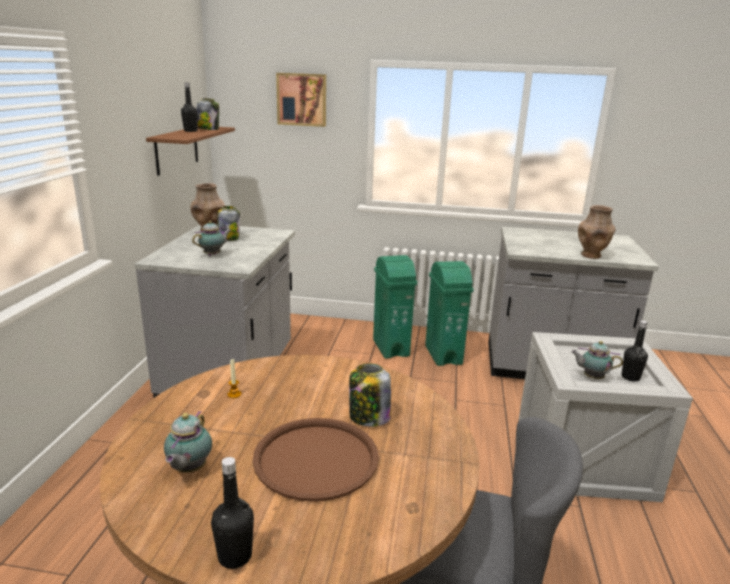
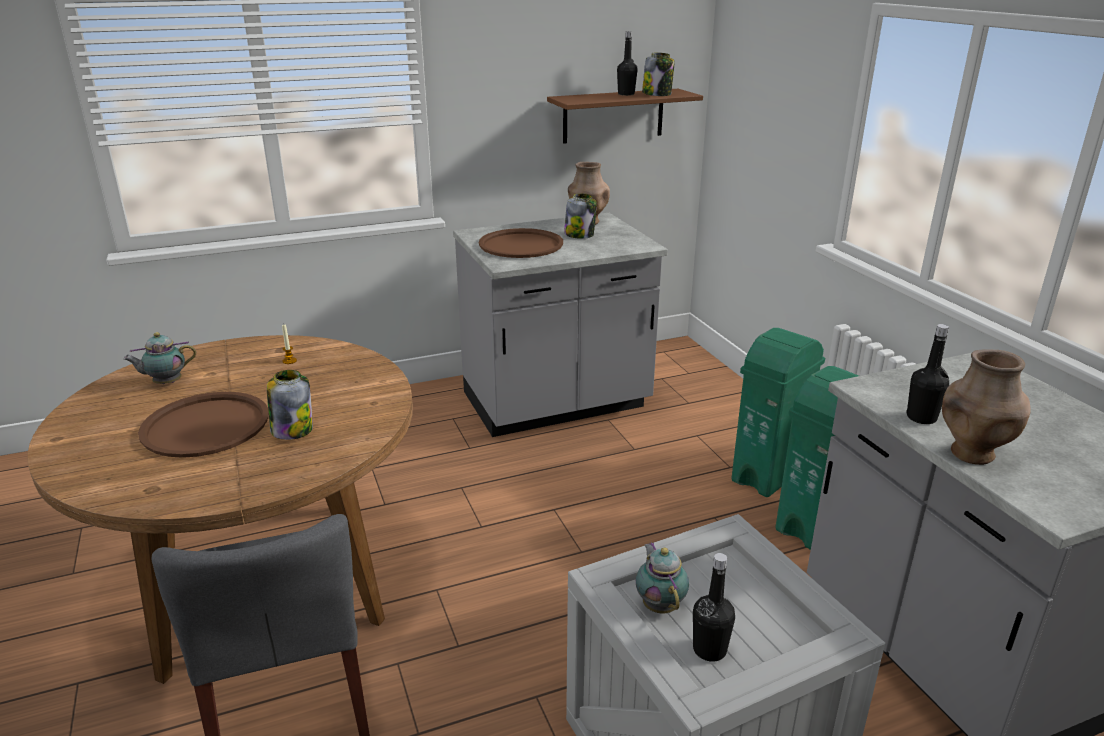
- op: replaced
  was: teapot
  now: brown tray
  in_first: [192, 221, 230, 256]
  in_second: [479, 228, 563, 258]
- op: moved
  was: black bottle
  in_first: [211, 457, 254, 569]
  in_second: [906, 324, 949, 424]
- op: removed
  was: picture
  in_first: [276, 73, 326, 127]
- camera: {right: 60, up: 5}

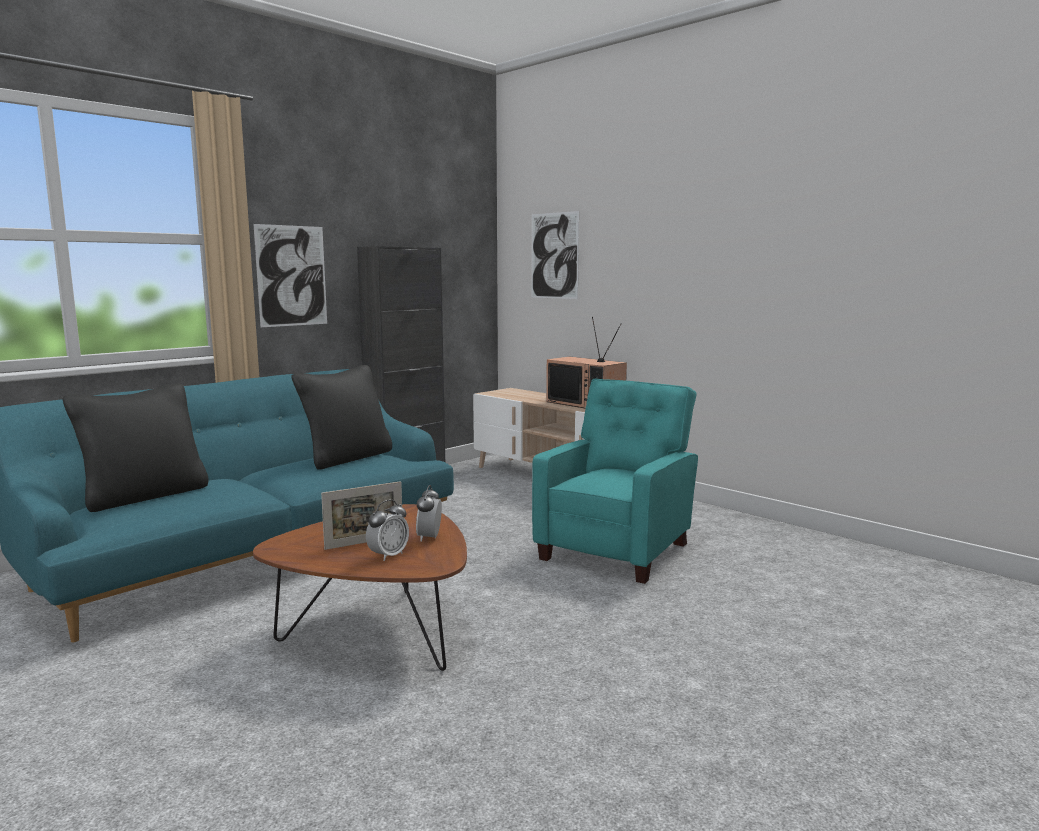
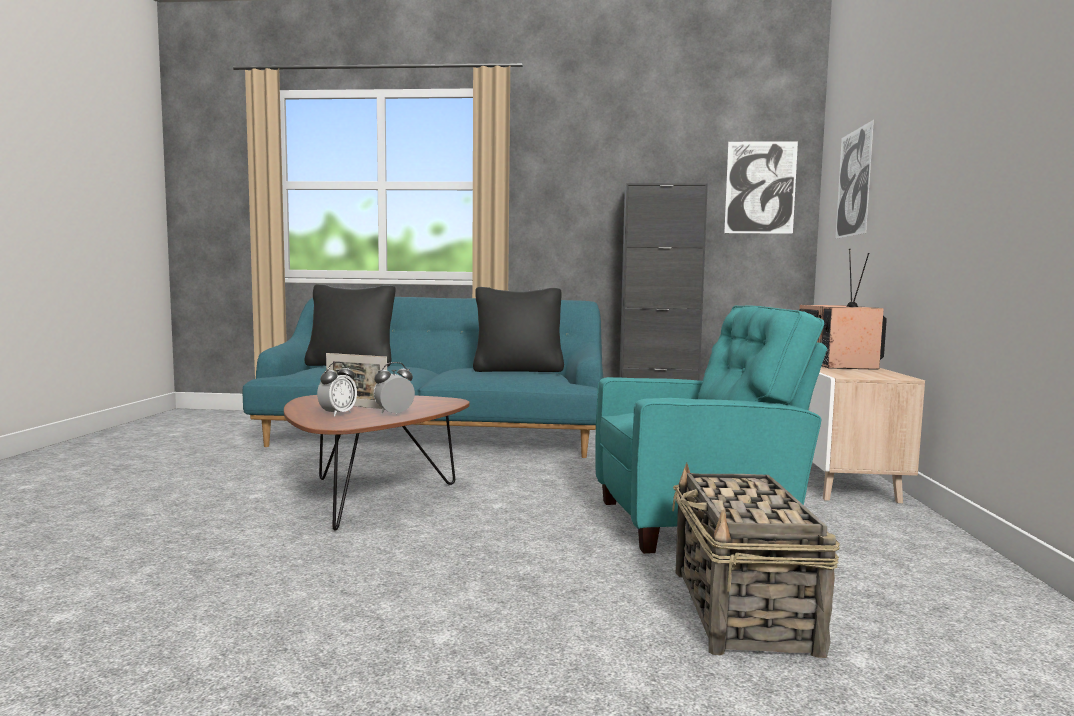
- op: moved
  was: picture
  in_first: [253, 224, 327, 327]
  in_second: [724, 141, 798, 234]
- op: turned
  was: alarm clock
  in_first: [366, 500, 409, 561]
  in_second: [317, 362, 357, 417]
  clockwise: -60
- op: added
  now: basket
  in_second: [672, 463, 840, 658]
- camera: {right: 50, up: -5}

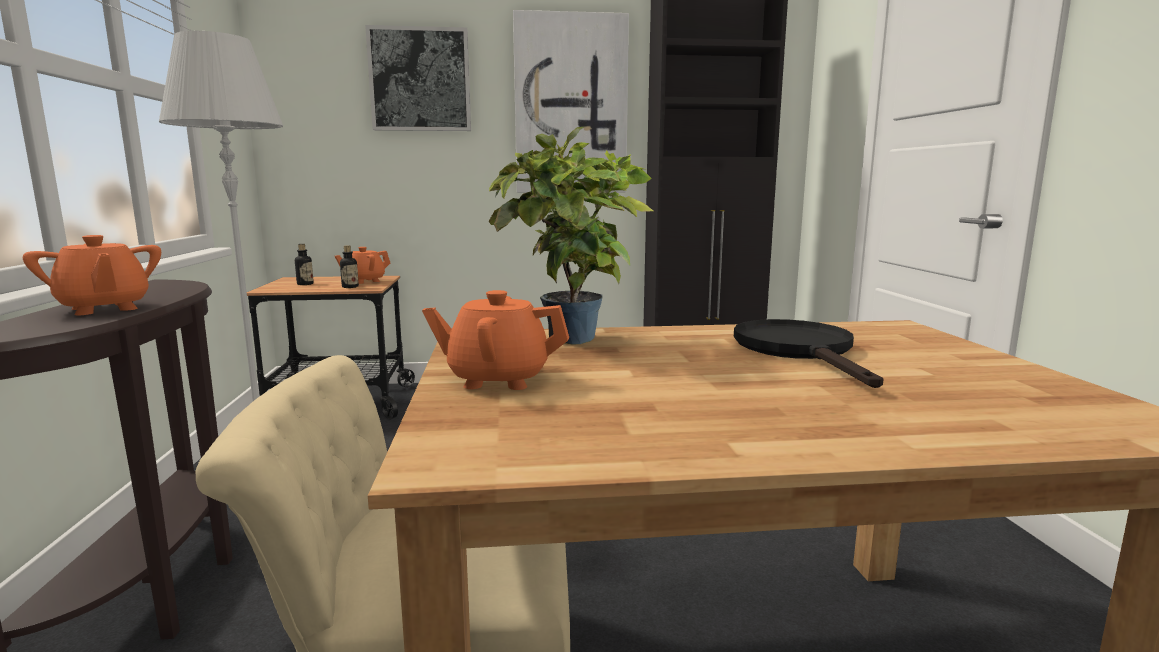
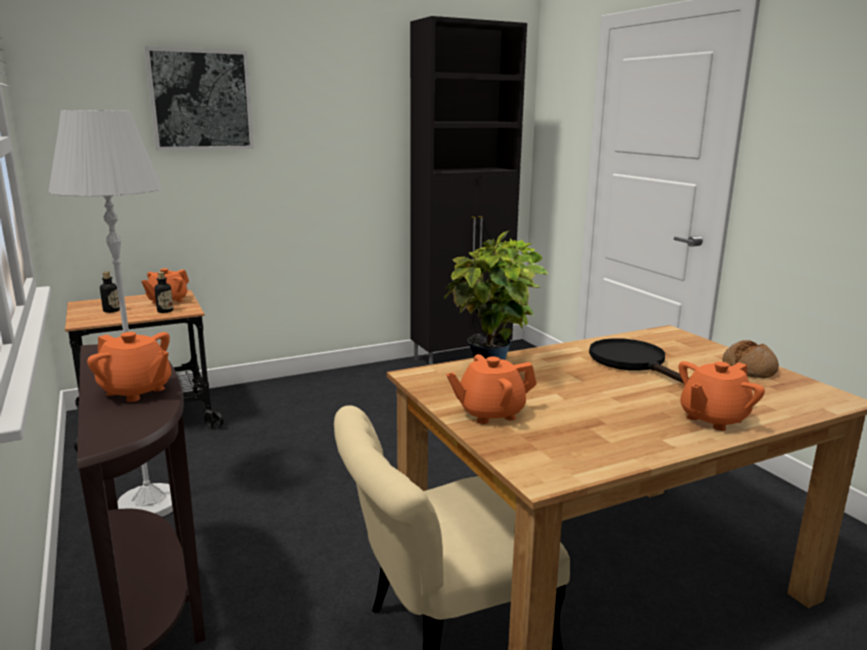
- op: removed
  was: picture
  in_first: [513, 10, 629, 193]
- op: added
  now: orange teapot
  in_second: [679, 361, 765, 431]
- op: added
  now: bread
  in_second: [723, 340, 779, 378]
- camera: {right: -20, up: 5}

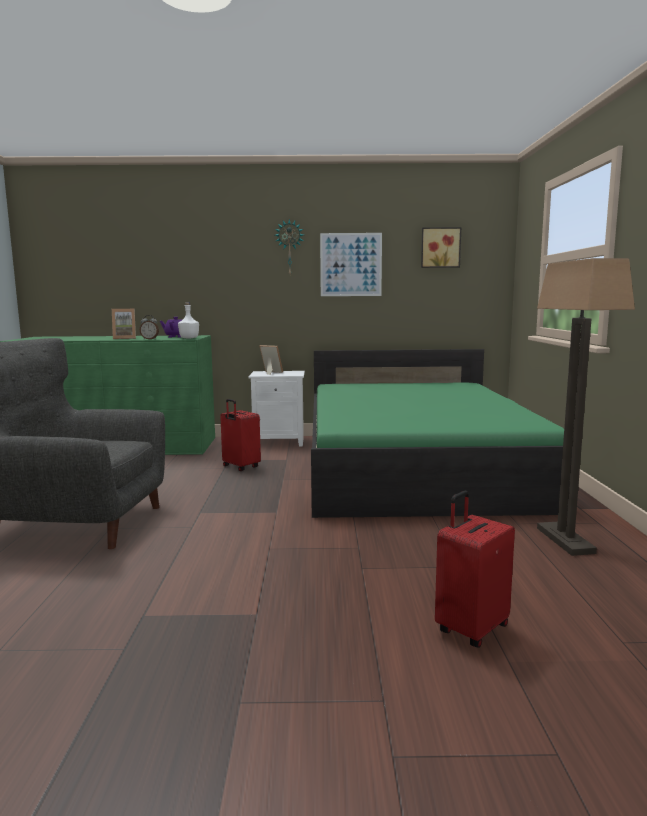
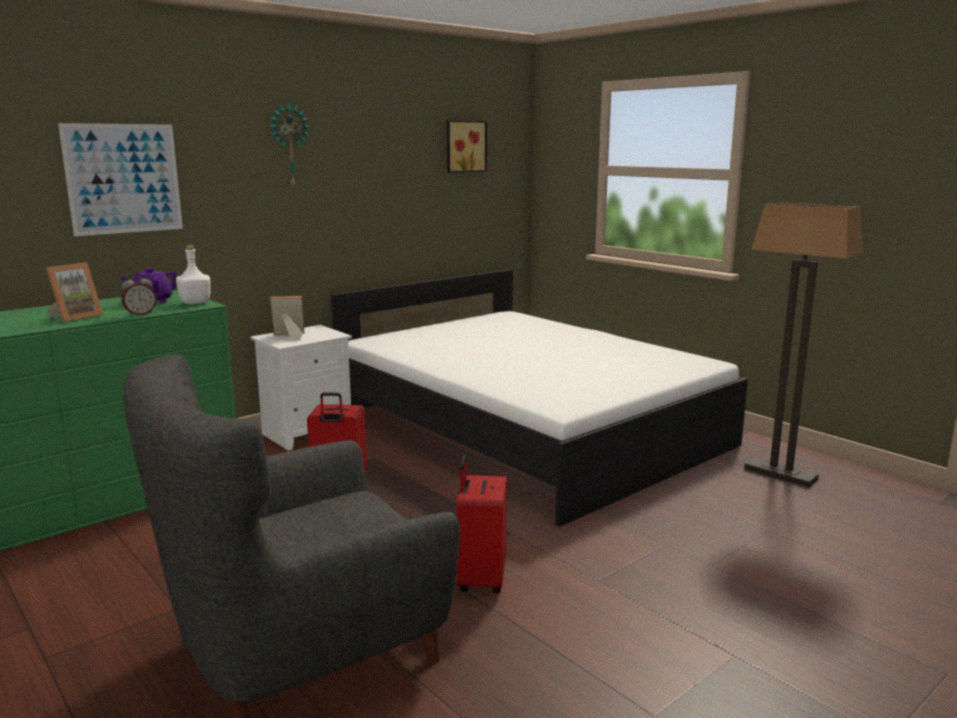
- op: recoloured
  was: green bed
  now: white bed
  in_first: [311, 349, 572, 518]
  in_second: [331, 269, 748, 527]
- op: moved
  was: picture
  in_first: [320, 233, 382, 296]
  in_second: [58, 123, 183, 236]
- op: moved
  was: red suitcase
  in_first: [435, 491, 515, 648]
  in_second: [457, 455, 507, 593]
- camera: {right: -40, up: 5}

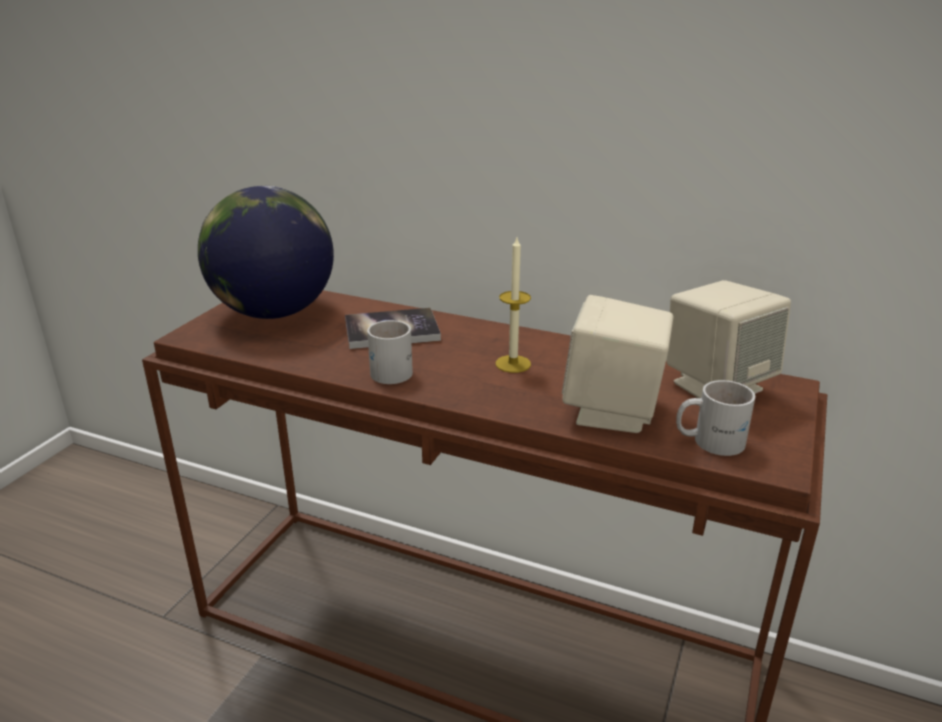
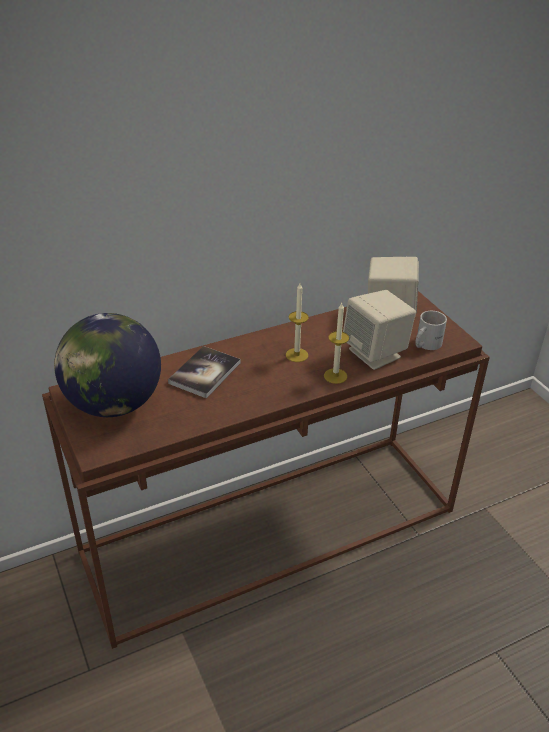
- op: removed
  was: white mug
  in_first: [367, 320, 413, 384]
- op: added
  now: candle
  in_second: [324, 303, 349, 384]
- camera: {right: -50, up: 10}

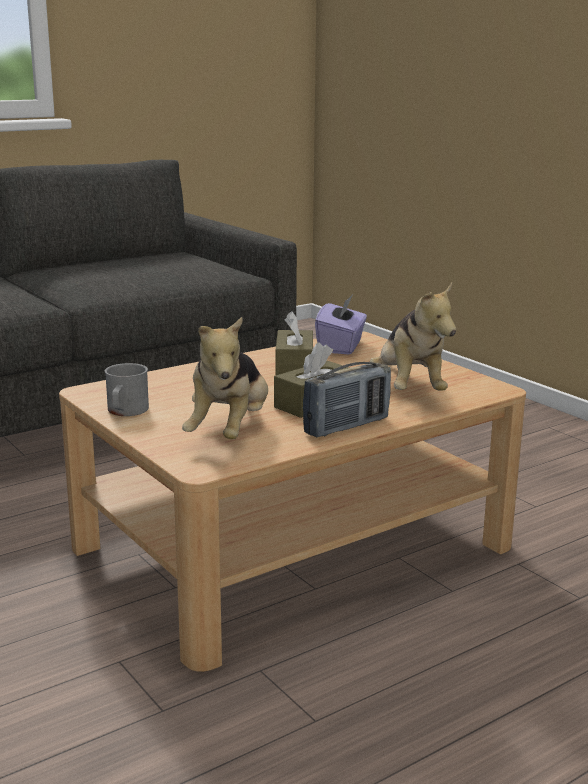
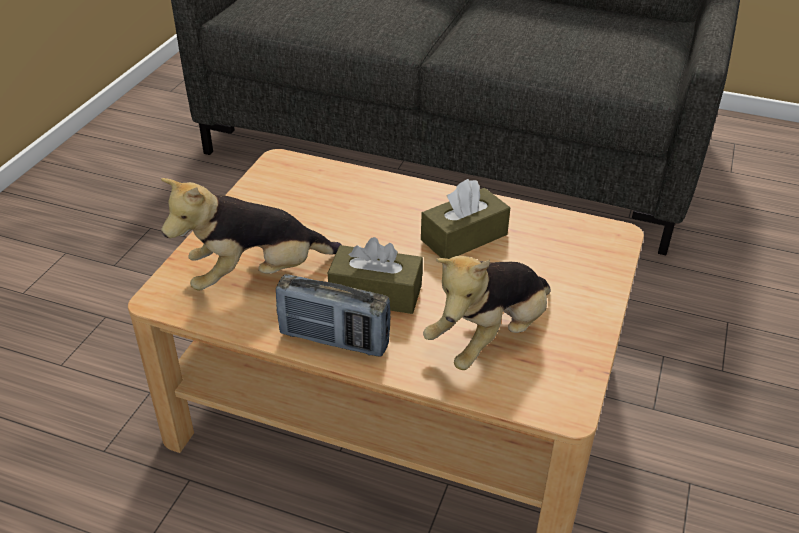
- op: removed
  was: grey mug
  in_first: [105, 363, 149, 416]
- op: removed
  was: purple tissue box
  in_first: [315, 295, 367, 355]
- camera: {right: 55, up: 20}

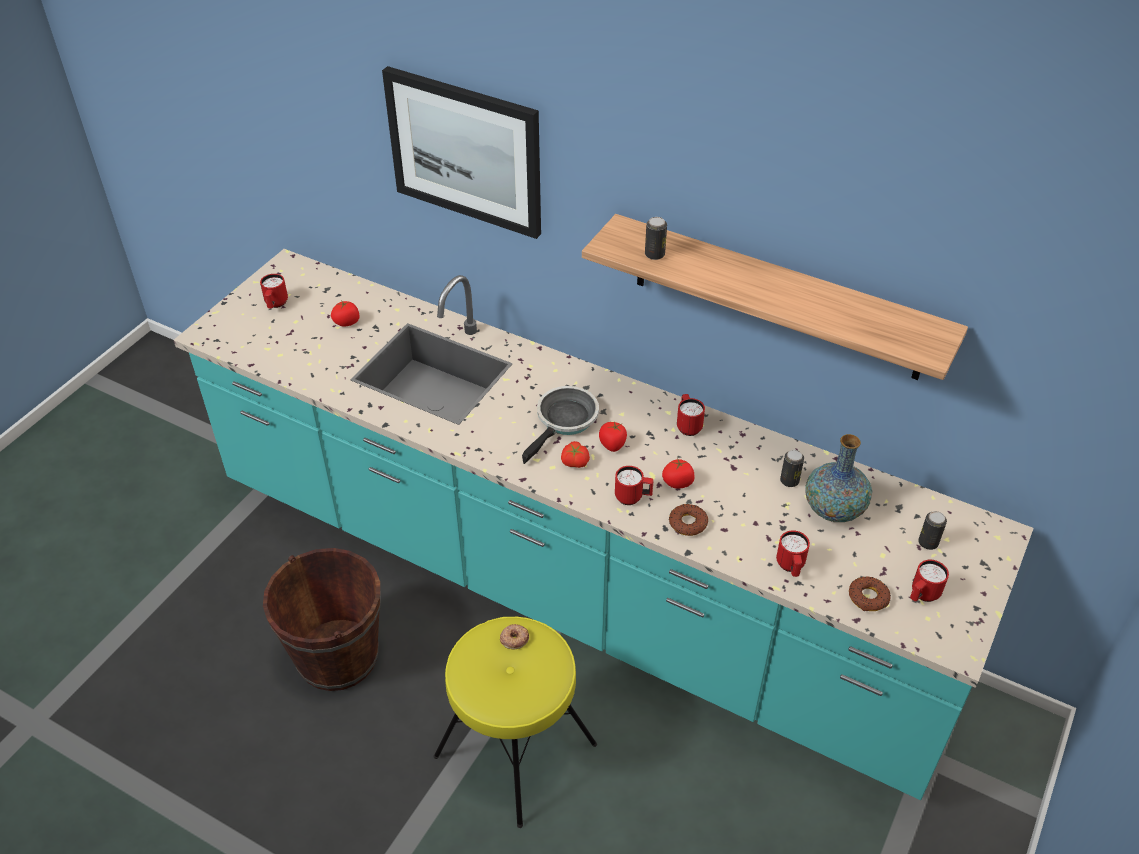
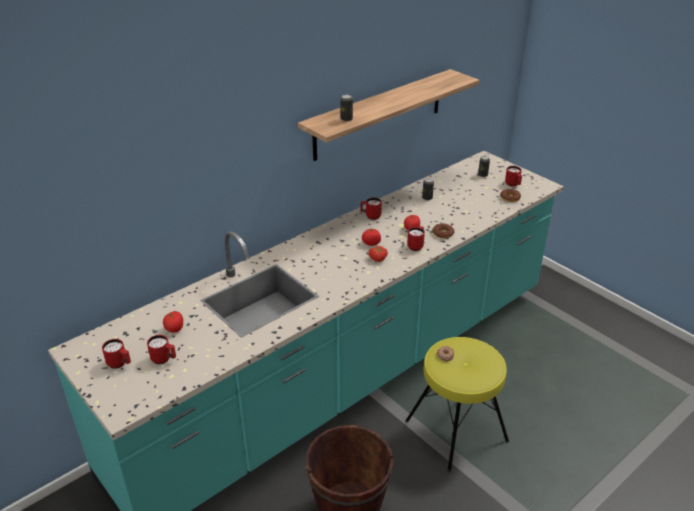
- op: removed
  was: picture
  in_first: [382, 66, 541, 239]
- op: removed
  was: frying pan
  in_first: [522, 386, 599, 464]
- op: moved
  was: red mug
  in_first: [776, 530, 810, 577]
  in_second: [147, 335, 176, 364]
- op: removed
  was: vase
  in_first: [805, 434, 872, 522]
- camera: {right: -70, up: -10}

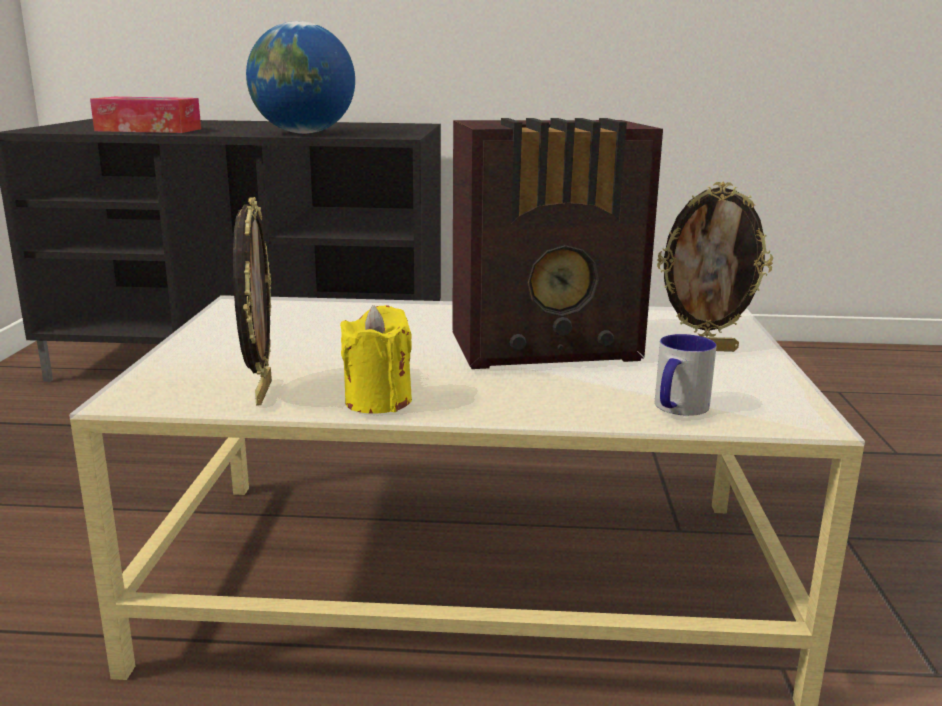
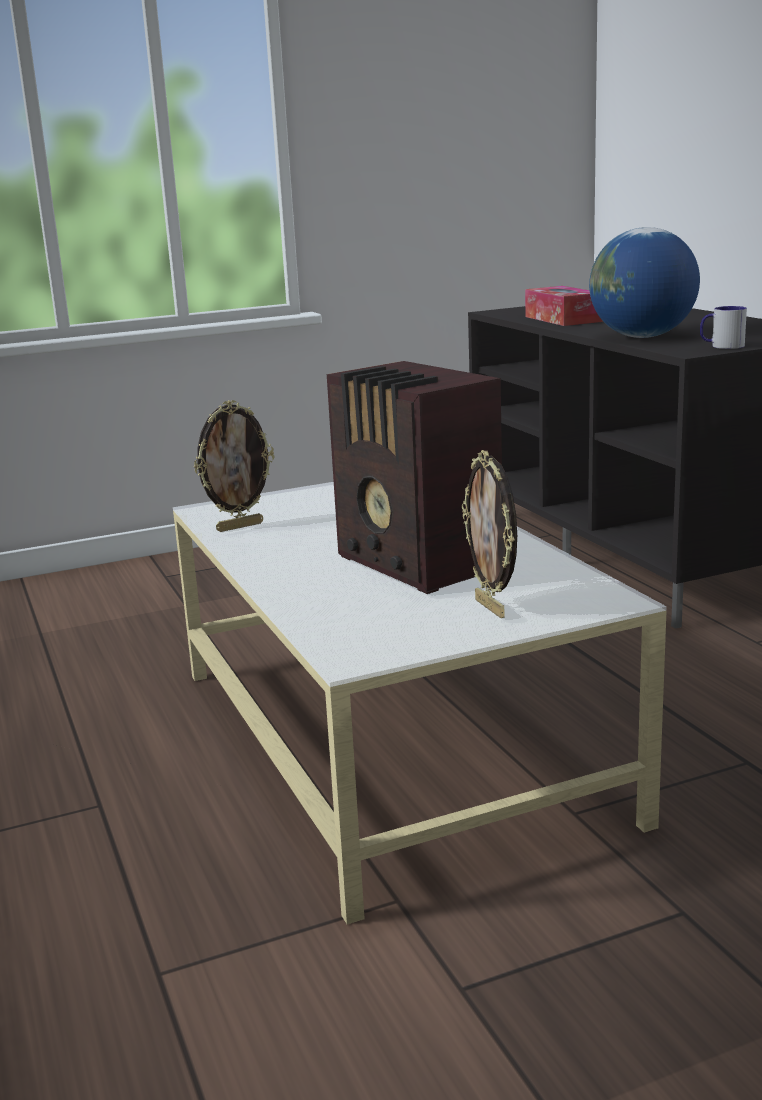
- op: removed
  was: yellow candle
  in_first: [340, 305, 412, 413]
- op: moved
  was: mug
  in_first: [655, 334, 716, 416]
  in_second: [700, 306, 747, 349]
- camera: {right: 65, up: 0}

